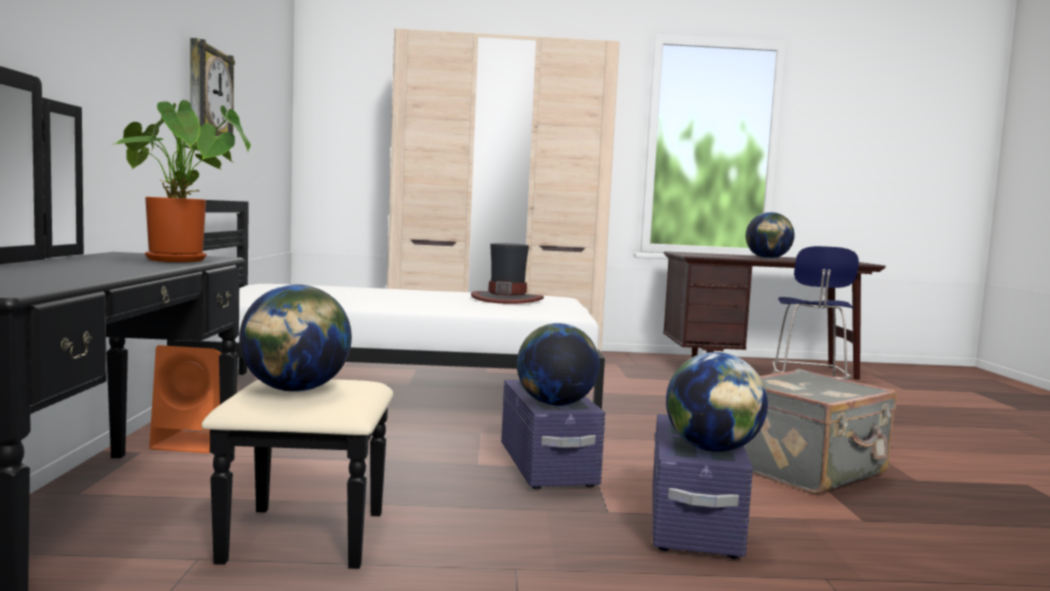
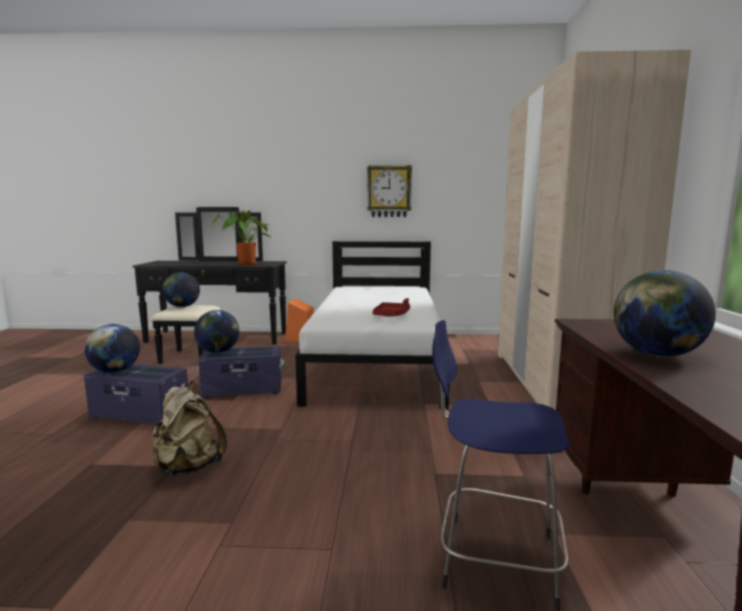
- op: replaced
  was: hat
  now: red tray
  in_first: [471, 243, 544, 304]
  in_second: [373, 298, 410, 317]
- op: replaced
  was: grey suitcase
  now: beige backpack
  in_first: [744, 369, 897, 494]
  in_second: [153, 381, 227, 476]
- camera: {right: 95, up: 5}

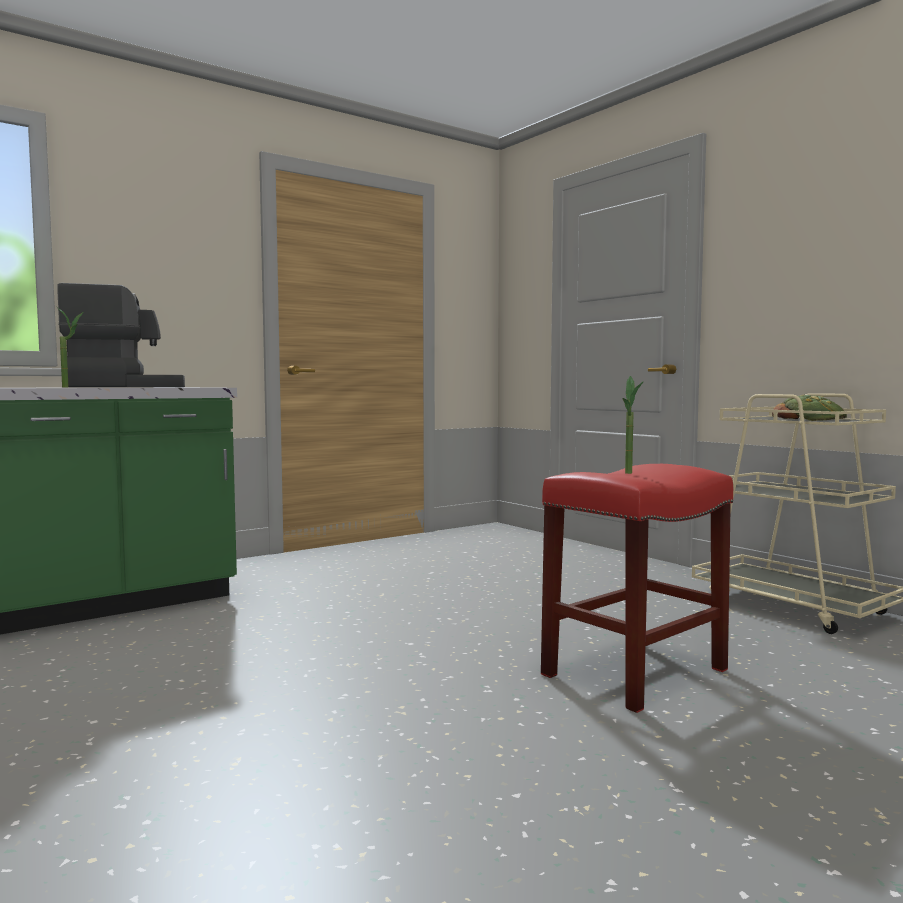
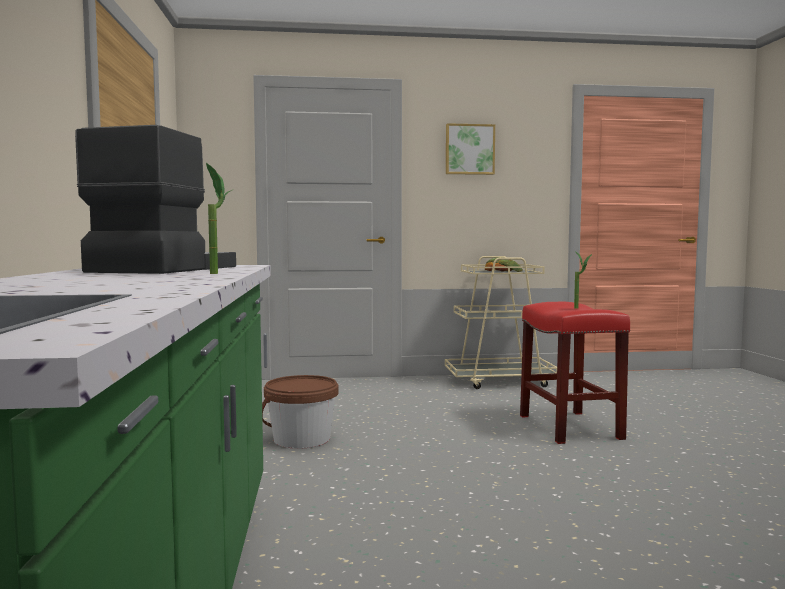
- op: added
  now: brown bucket
  in_second: [262, 375, 338, 449]
- op: added
  now: picture
  in_second: [446, 123, 495, 175]
- camera: {right: -60, up: 0}

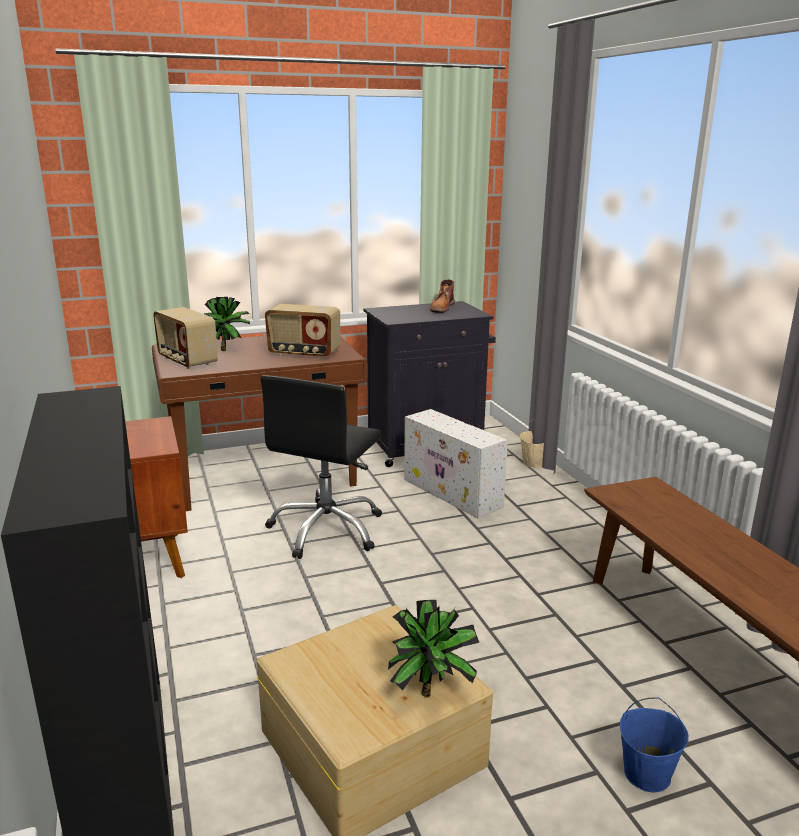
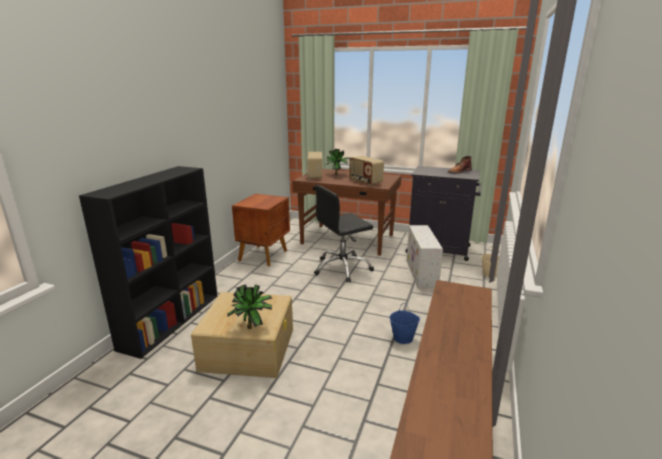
- op: moved
  was: blue bucket
  in_first: [619, 697, 689, 792]
  in_second: [390, 303, 420, 344]
- camera: {right: 40, up: 0}

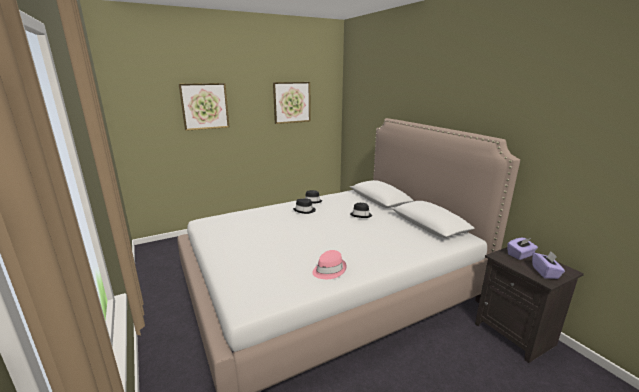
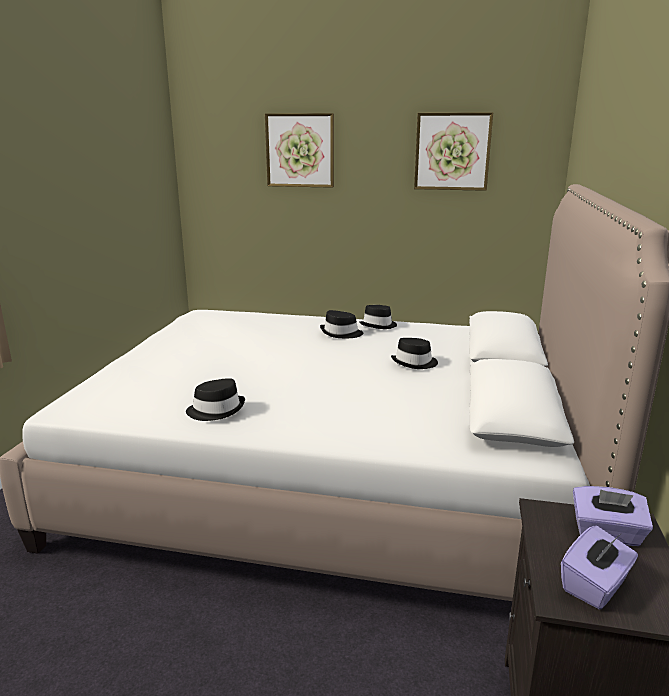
- op: recoloured
  was: pink hat
  now: black hat
  in_first: [312, 250, 347, 279]
  in_second: [186, 378, 245, 421]
- camera: {right: 40, up: 0}

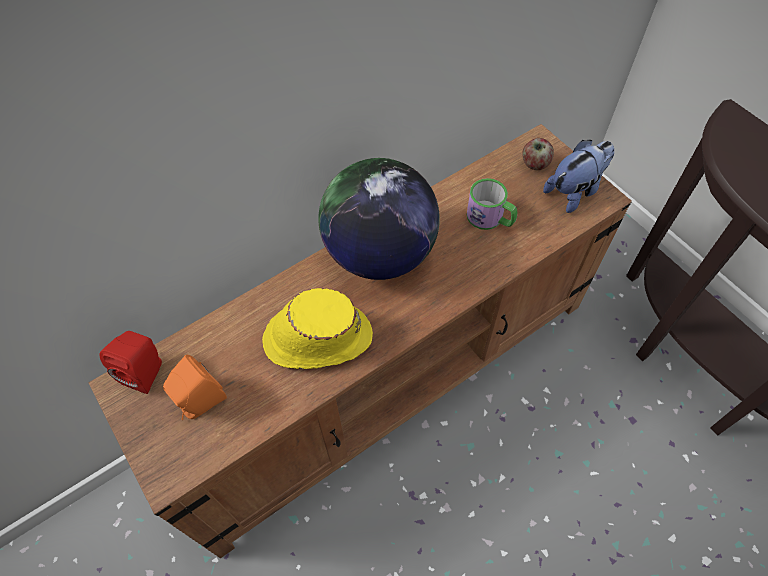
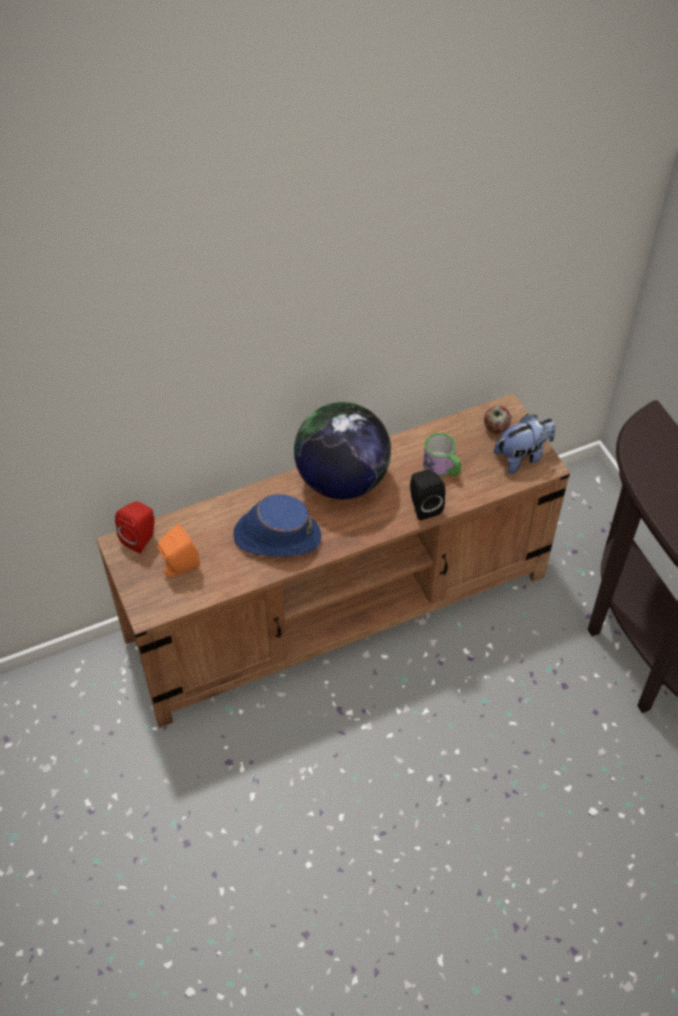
- op: recoloured
  was: yellow hat
  now: blue hat
  in_first: [262, 288, 373, 369]
  in_second: [233, 494, 321, 557]
- op: added
  now: black speaker
  in_second: [410, 470, 446, 520]
- camera: {right: 10, up: -5}

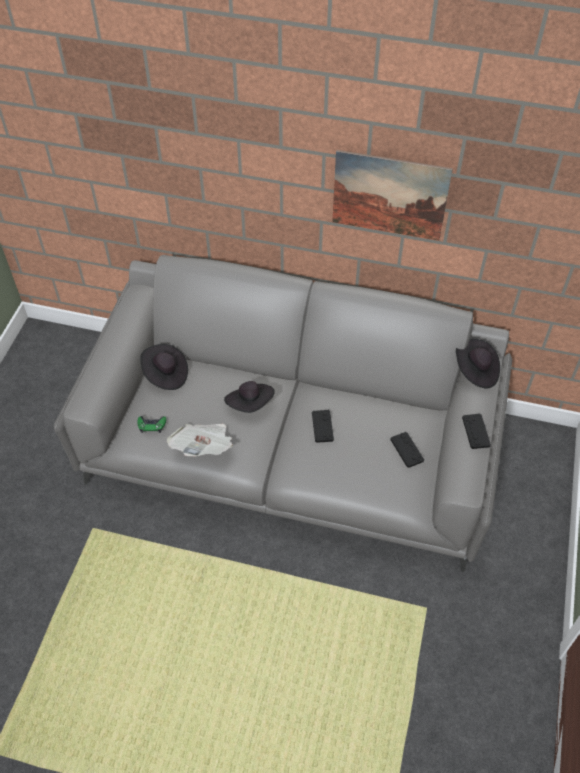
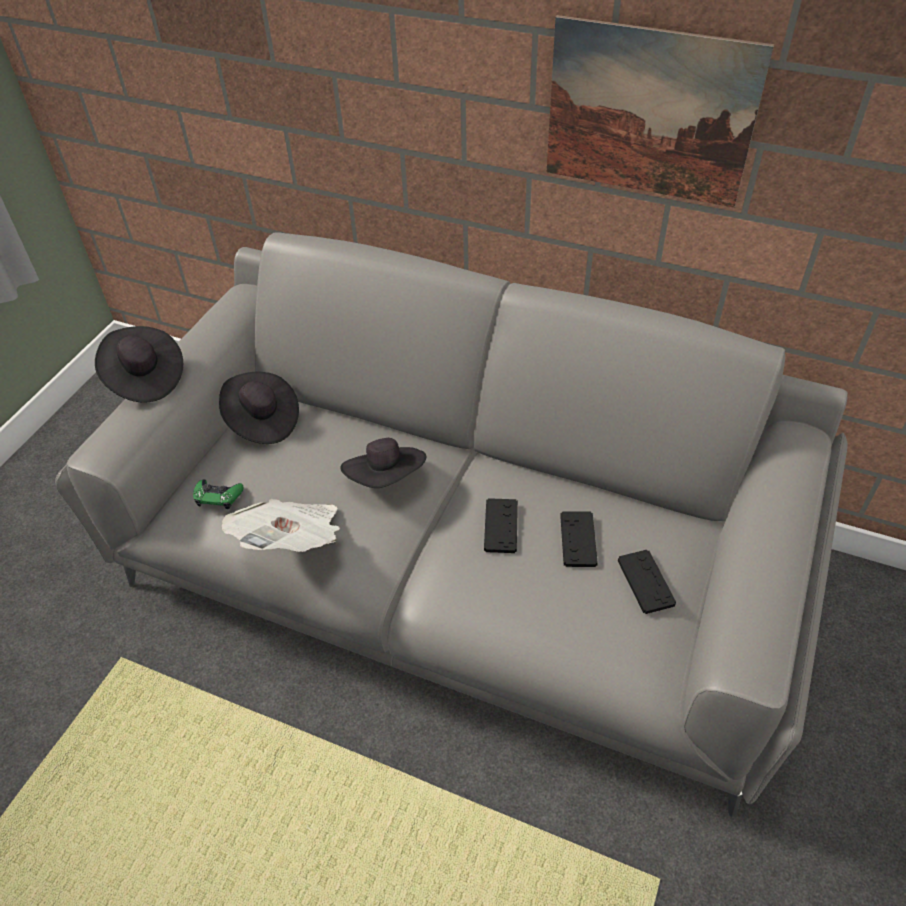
- op: moved
  was: black hat
  in_first: [456, 339, 500, 388]
  in_second: [95, 326, 183, 403]
- op: moved
  was: black game controller
  in_first: [462, 414, 491, 449]
  in_second: [560, 511, 598, 567]
- camera: {right: 10, up: -5}

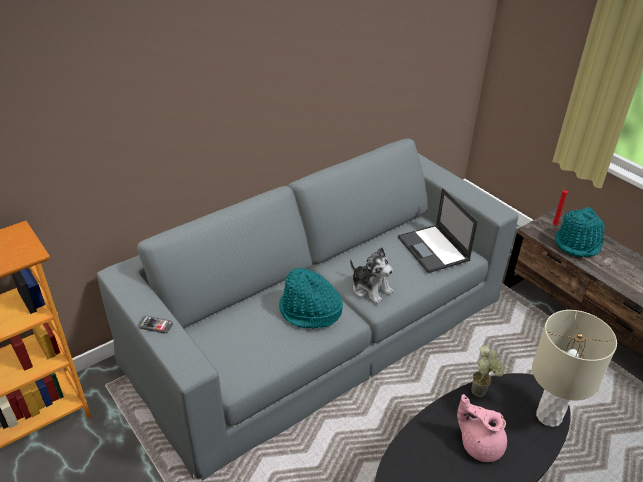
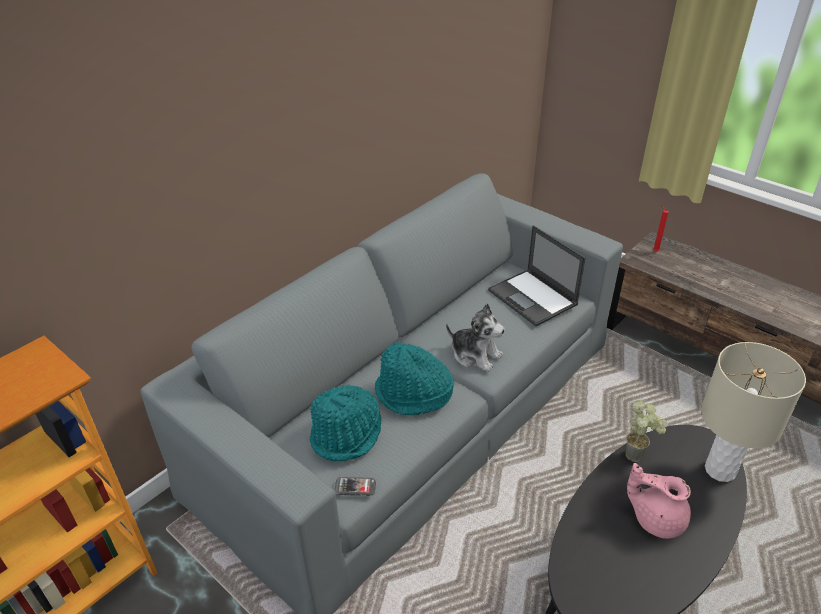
- op: moved
  was: phone
  in_first: [138, 316, 173, 334]
  in_second: [334, 477, 376, 496]
- op: moved
  was: turquoise hat
  in_first: [555, 207, 605, 257]
  in_second: [310, 385, 381, 462]
- camera: {right: -10, up: 0}

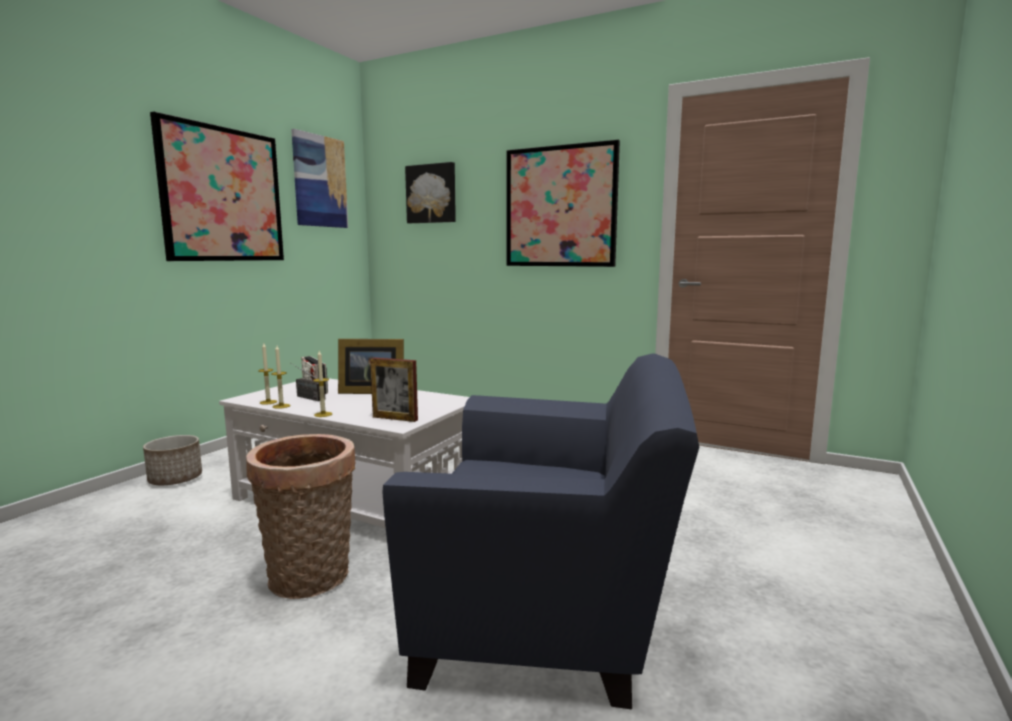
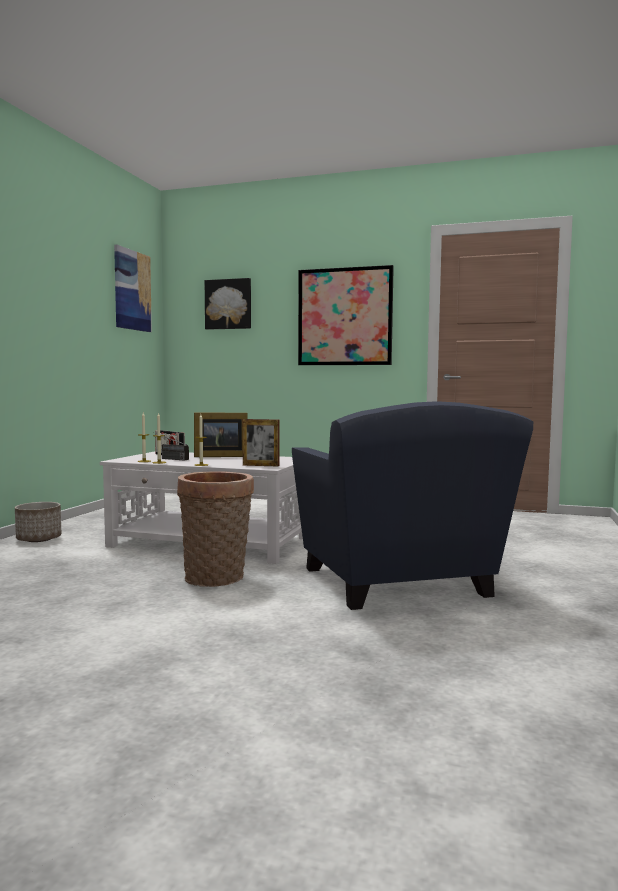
- op: removed
  was: picture
  in_first: [150, 112, 284, 261]
- op: turned
  was: blue armchair
  in_first: [382, 353, 699, 709]
  in_second: [292, 401, 533, 610]
  clockwise: 75
- camera: {right: -10, up: -5}

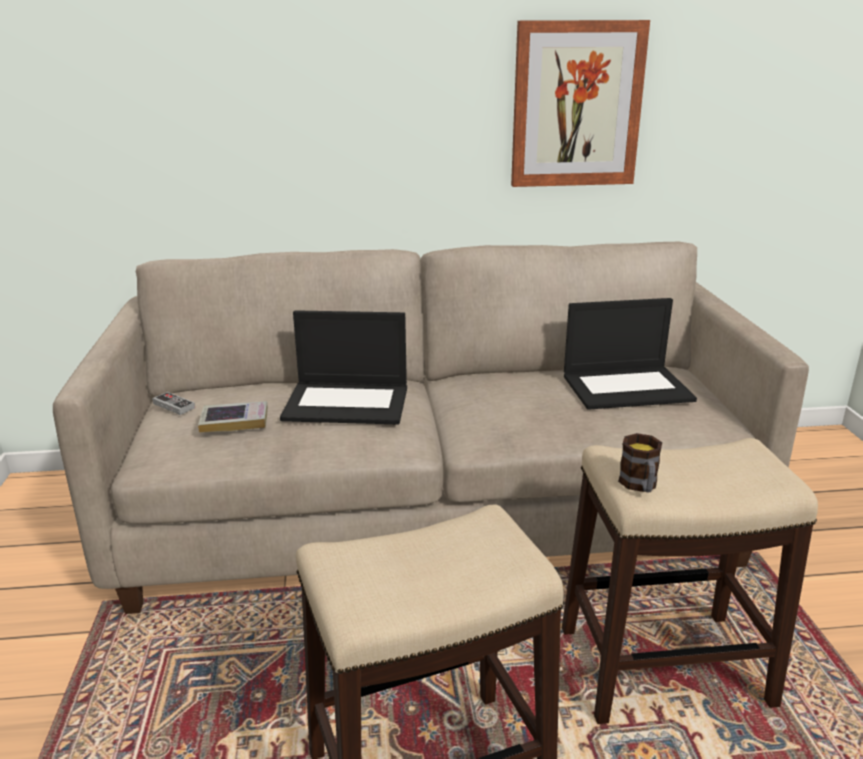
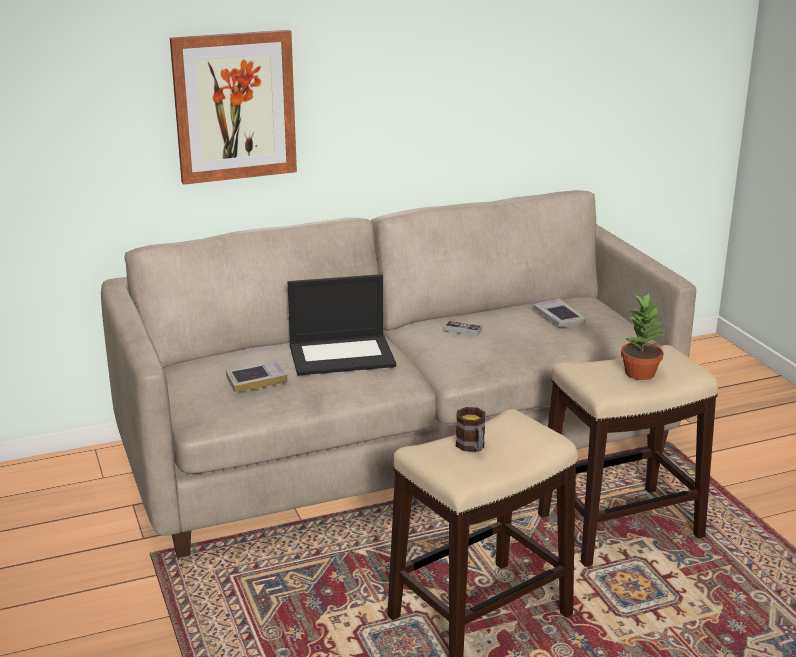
- op: moved
  was: game controller
  in_first: [152, 392, 195, 415]
  in_second: [444, 321, 482, 336]
- op: moved
  was: picture
  in_first: [511, 20, 650, 187]
  in_second: [170, 30, 297, 185]
- op: replaced
  was: laptop
  now: book
  in_first: [564, 298, 697, 410]
  in_second: [534, 299, 586, 327]
- op: moved
  was: mug
  in_first: [618, 433, 662, 493]
  in_second: [456, 407, 486, 452]
- op: added
  now: potted plant
  in_second: [621, 293, 666, 380]
- camera: {right: -15, up: 0}

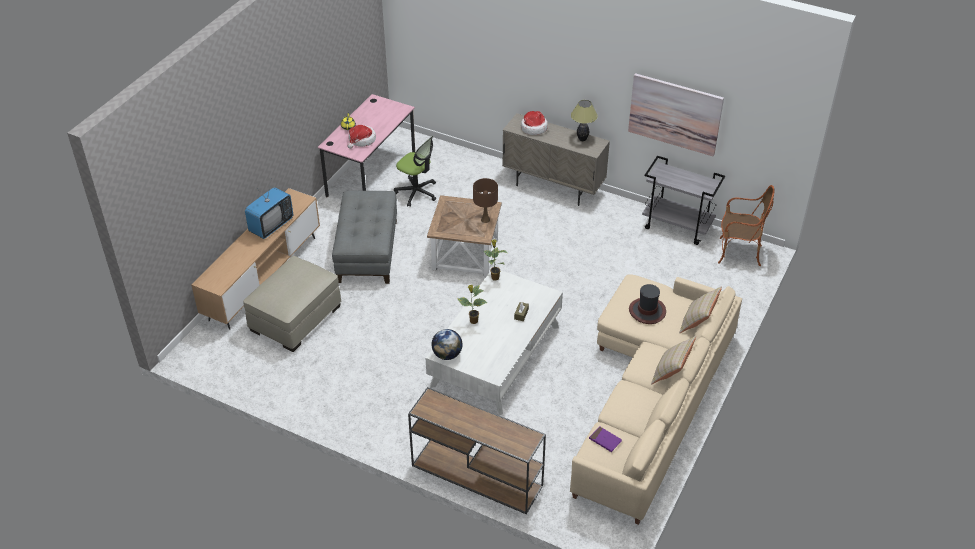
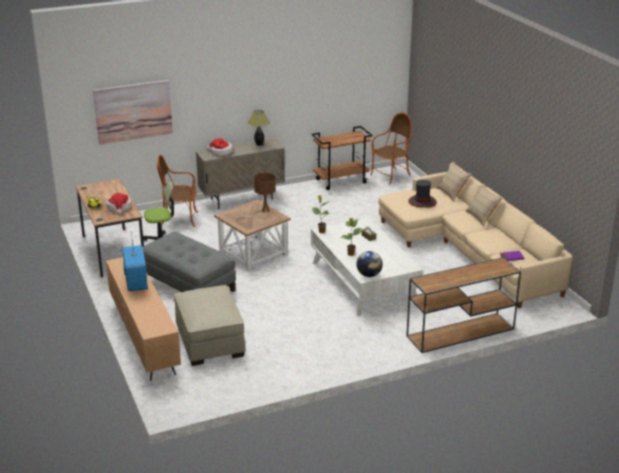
- op: recoloured
  was: pink desk
  now: brown desk
  in_first: [318, 94, 415, 197]
  in_second: [75, 179, 144, 278]
- op: moved
  was: picture
  in_first: [628, 73, 724, 156]
  in_second: [93, 80, 173, 145]
- op: recoloured
  was: grey cart
  now: brown cart
  in_first: [642, 156, 725, 245]
  in_second: [311, 126, 373, 190]
- op: added
  now: armchair
  in_second: [157, 155, 198, 227]
- camera: {right: -50, up: -15}

